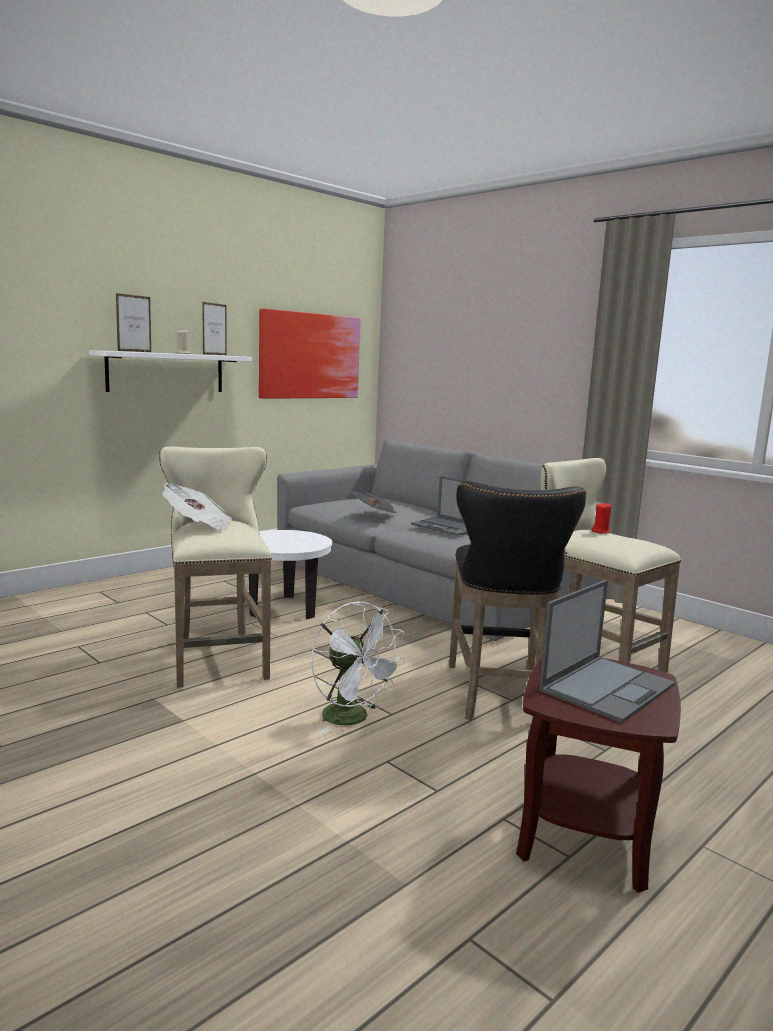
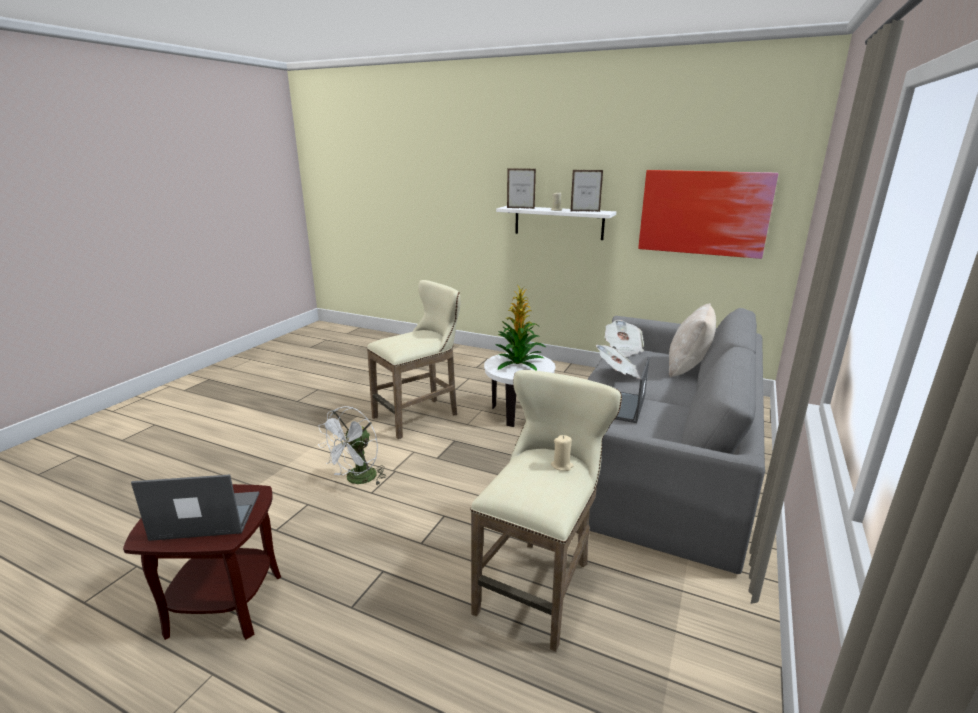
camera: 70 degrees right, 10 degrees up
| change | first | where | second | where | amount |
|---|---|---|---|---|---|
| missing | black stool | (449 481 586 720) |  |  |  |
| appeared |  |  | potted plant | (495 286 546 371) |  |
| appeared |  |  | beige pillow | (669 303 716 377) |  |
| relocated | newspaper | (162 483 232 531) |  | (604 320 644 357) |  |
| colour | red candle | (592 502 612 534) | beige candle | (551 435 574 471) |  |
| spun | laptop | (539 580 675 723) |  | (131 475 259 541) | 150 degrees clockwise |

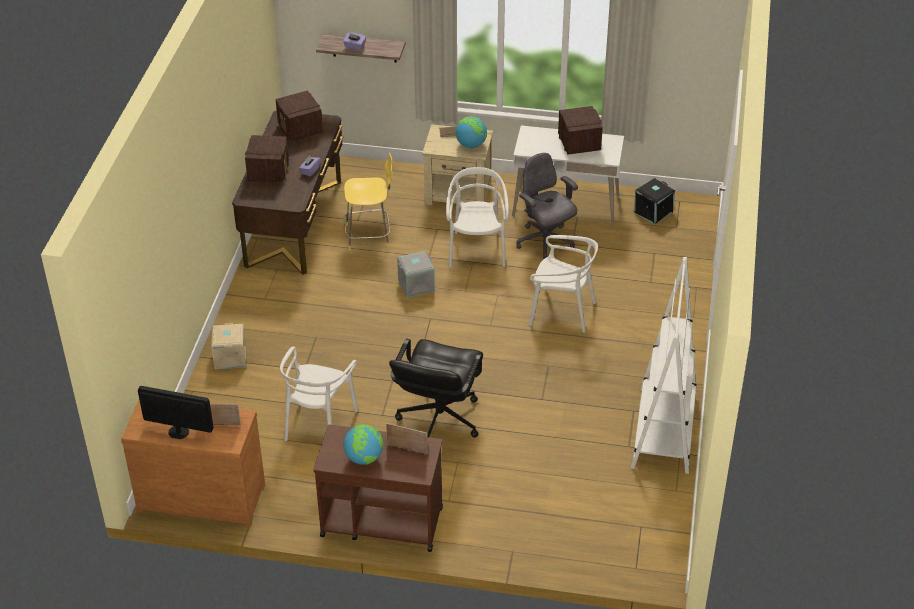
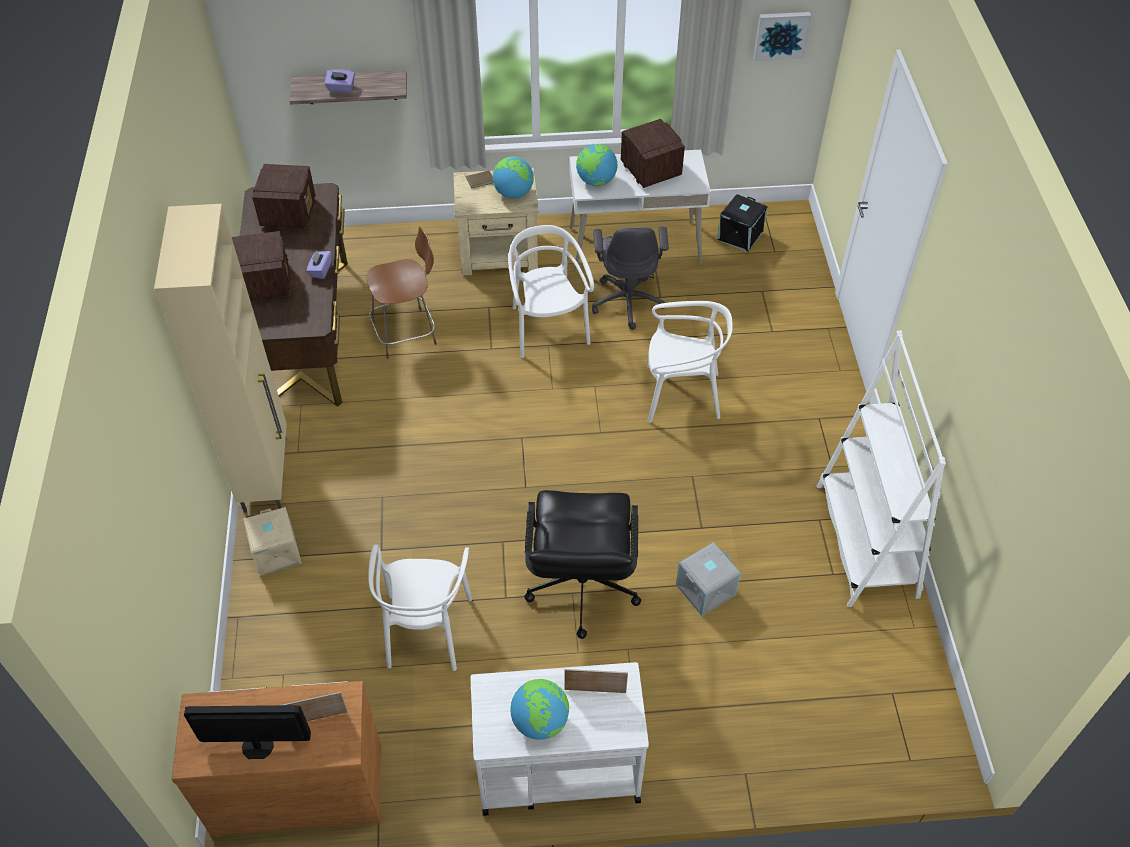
camera: 15 degrees left, 10 degrees up
| change | first | where | second | where | amount |
|---|---|---|---|---|---|
| appeared |  |  | beige cabinet | (154 204 287 512) |  |
| appeared |  |  | globe | (576 144 617 186) |  |
| appeared |  |  | picture | (753 12 811 61) |  |
| relocated | grey storage box | (397 251 435 298) |  | (676 542 741 616) |  |
| colour | brown cart | (314 425 443 552) | white cart | (470 662 649 816) |  |
| colour | yellow stool | (344 153 392 250) | brown stool | (366 227 437 359) |  |
| spun | radio | (276 90 323 141) |  | (252 164 316 228) | 135 degrees counterclockwise |
| spun | grey office chair | (516 153 578 259) |  | (592 227 668 330) | 135 degrees counterclockwise |

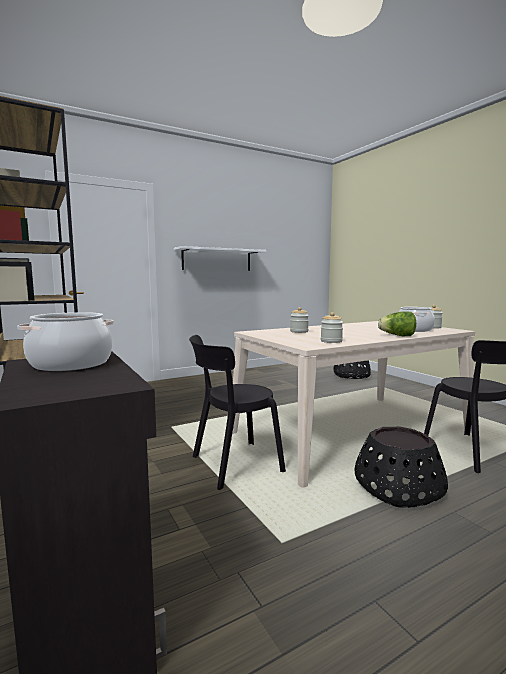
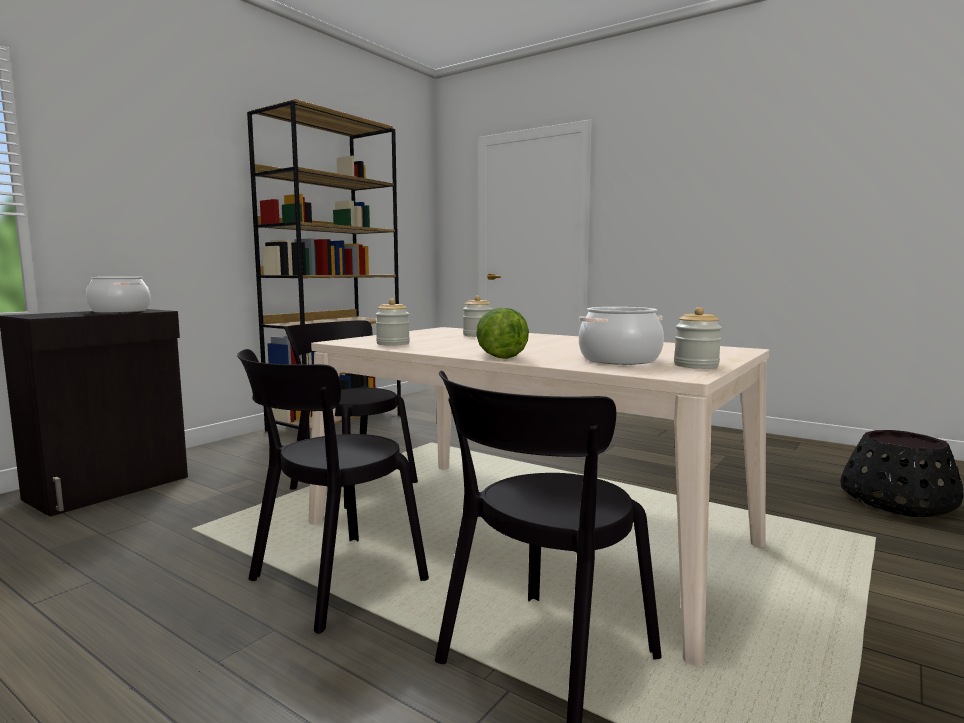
camera: 65 degrees right, 0 degrees up
| change | first | where | second | where | amount |
|---|---|---|---|---|---|
| missing | white shelf | (174 246 266 271) |  |  |  |
| exchanged | black planter | (355 427 448 508) | black chair | (237 349 429 634) |  |

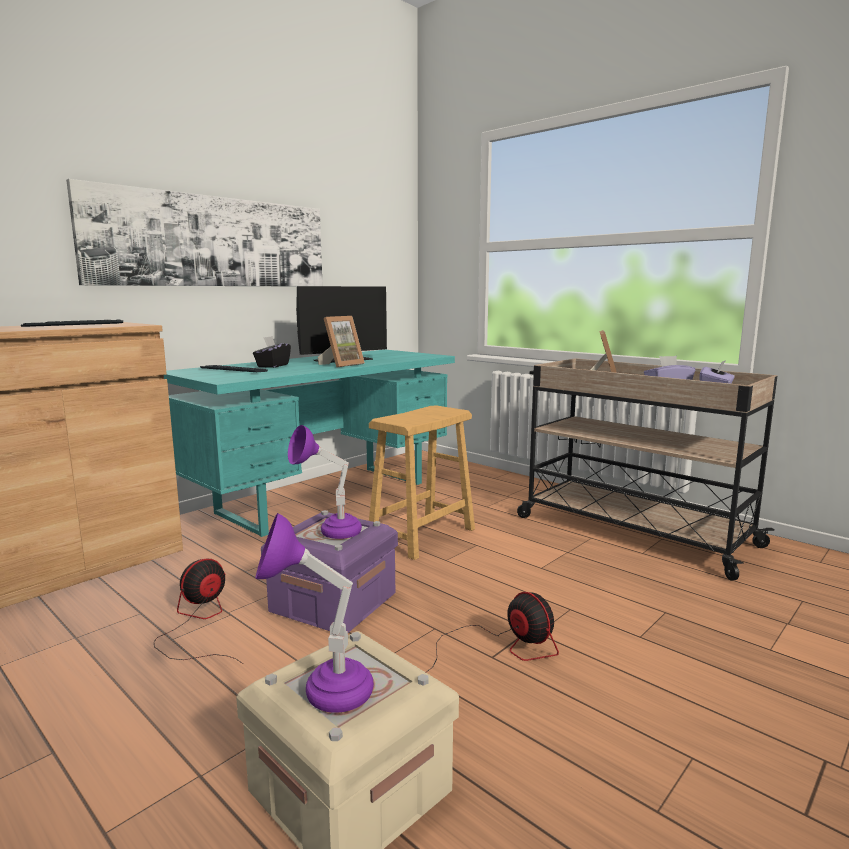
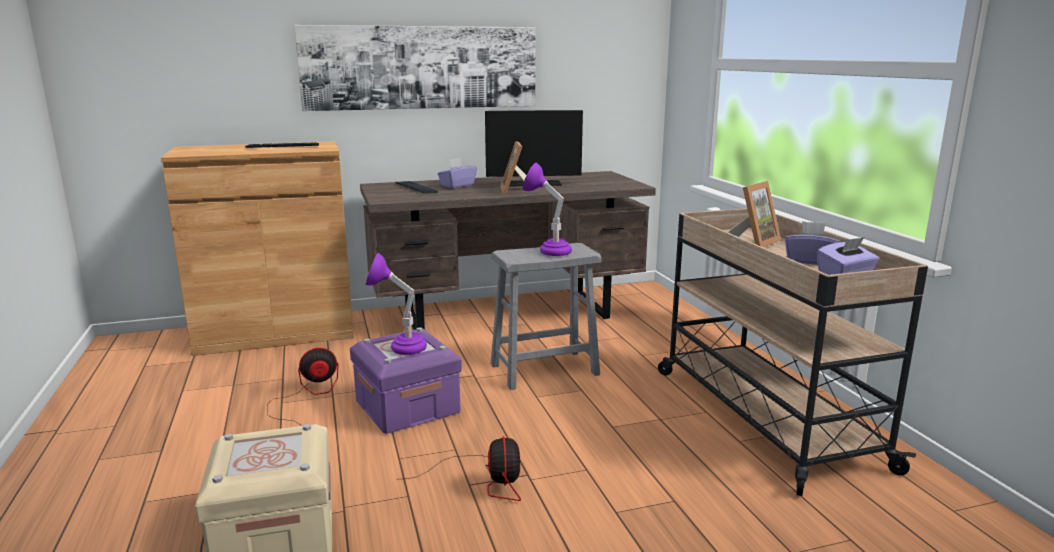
camera: 30 degrees right, 5 degrees up
| change | first | where | second | where | amount |
|---|---|---|---|---|---|
| relocated | purple table lamp | (255 513 374 713) |  | (523 163 572 256) |  |
| colour | turquoise desk | (164 350 455 537) | brown desk | (360 171 656 330) |  |
| colour | black tissue box | (253 336 291 368) | purple tissue box | (438 158 477 188) |  |
| colour | brown stool | (369 406 475 560) | grey stool | (491 243 602 390) |  |
| spun | picture frame | (317 316 365 368) |  | (500 141 526 194) | 105 degrees clockwise |

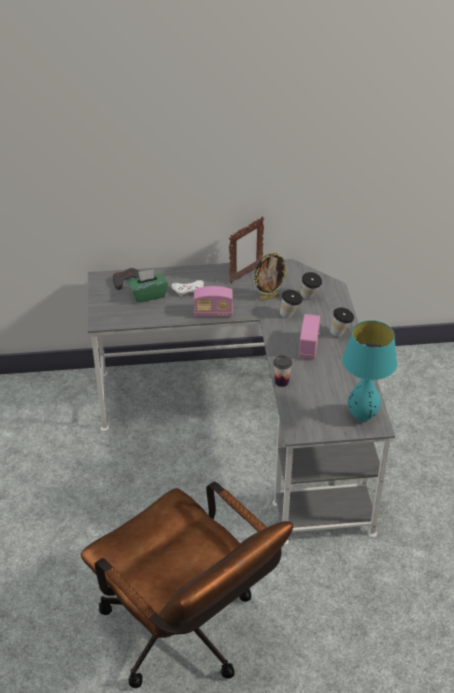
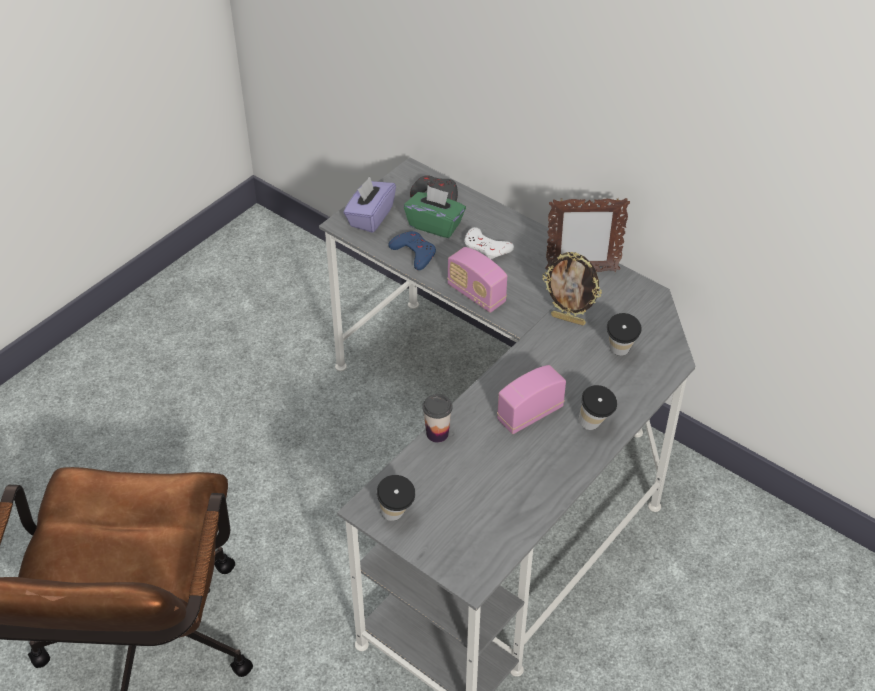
camera: 45 degrees right, 5 degrees up
| change | first | where | second | where | amount |
|---|---|---|---|---|---|
| missing | turquoise table lamp | (342 320 397 421) |  |  |  |
| appeared |  |  | purple tissue box | (343 176 396 233) |  |
| appeared |  |  | blue game controller | (388 231 436 270) |  |
| relocated | cup | (280 290 303 318) |  | (377 475 416 521) |  |

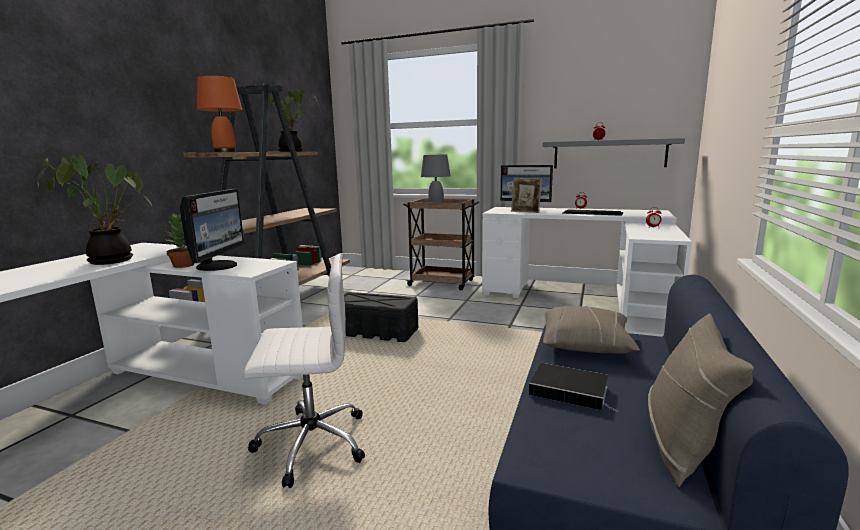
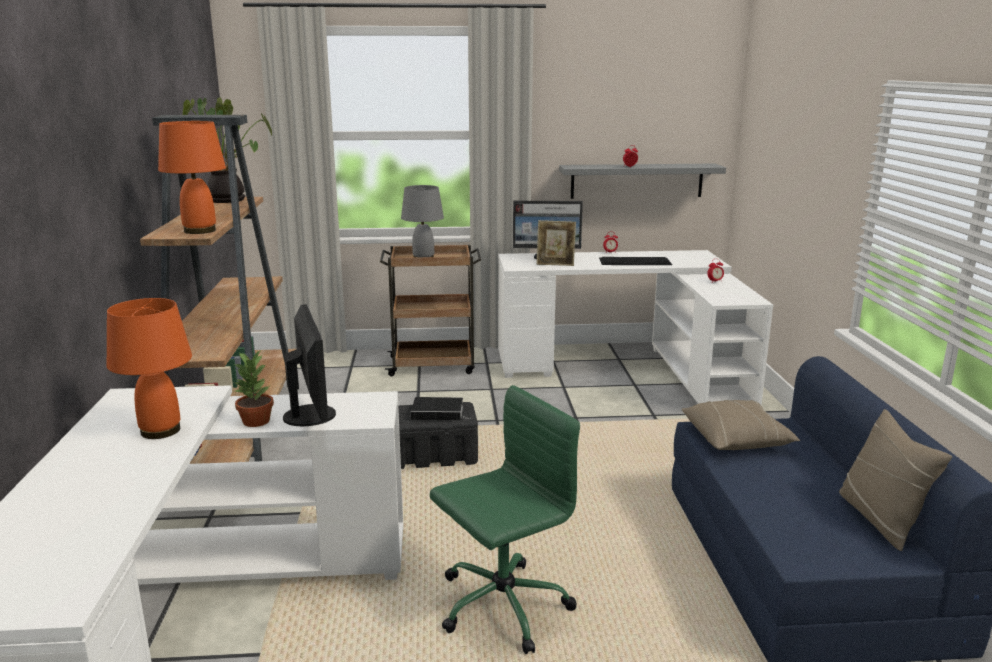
camera: 25 degrees left, 5 degrees up
| change | first | where | second | where | amount |
|---|---|---|---|---|---|
| relocated | book | (529 363 618 412) |  | (411 397 470 420) |  |
| exchanged | potted plant | (37 155 152 265) | orange table lamp | (107 298 192 439) |  |
| colour | white office chair | (244 253 365 488) | green office chair | (430 385 580 654) |  |

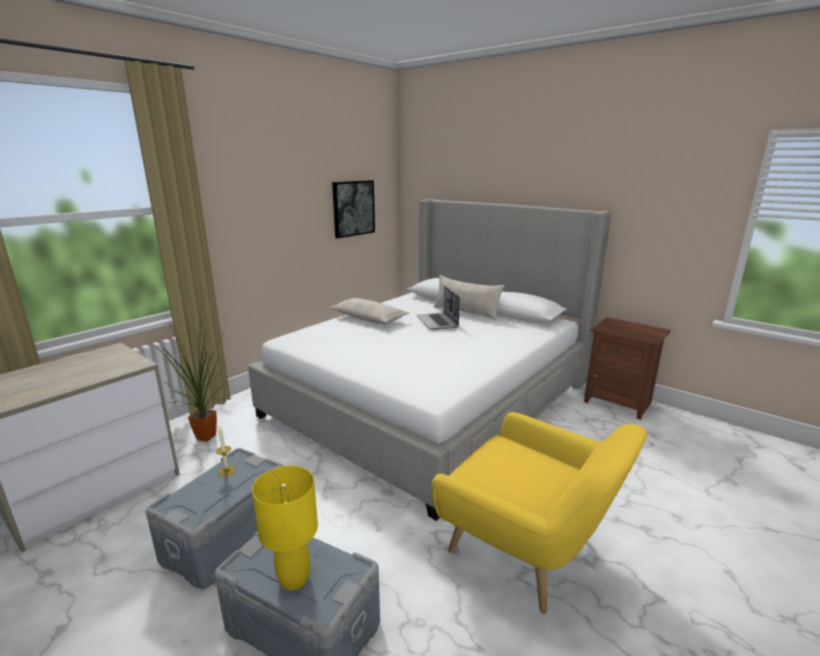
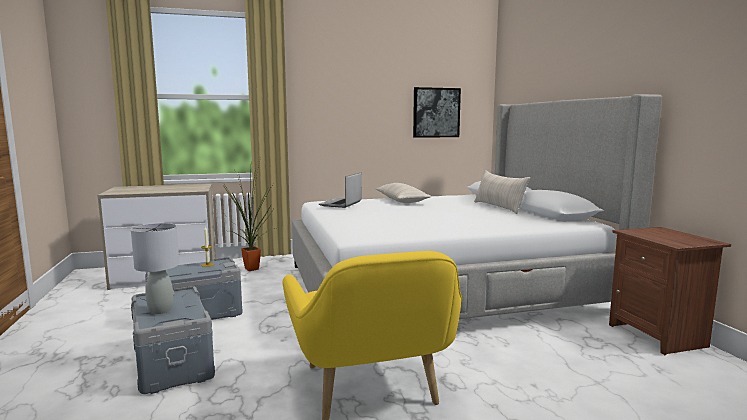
camera: 35 degrees right, 10 degrees down
| change | first | where | second | where | amount |
|---|---|---|---|---|---|
| relocated | laptop | (417 286 460 330) |  | (319 173 362 208) |  |
| colour | yellow table lamp | (252 466 318 590) | grey table lamp | (131 223 179 314) |  |

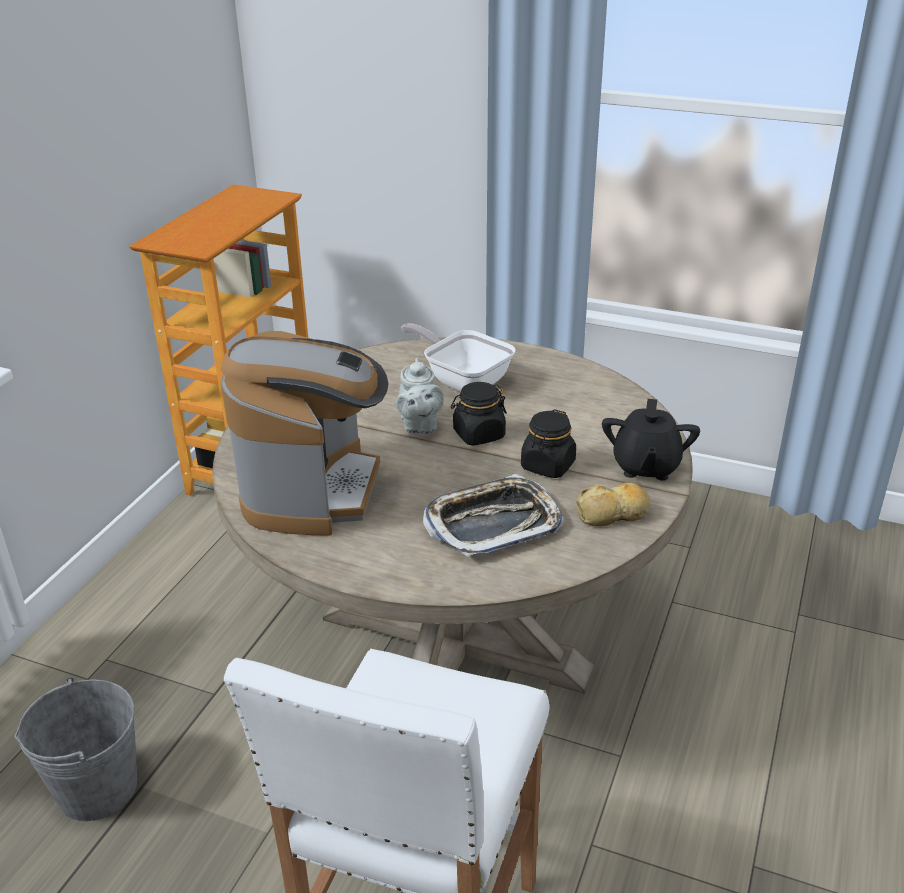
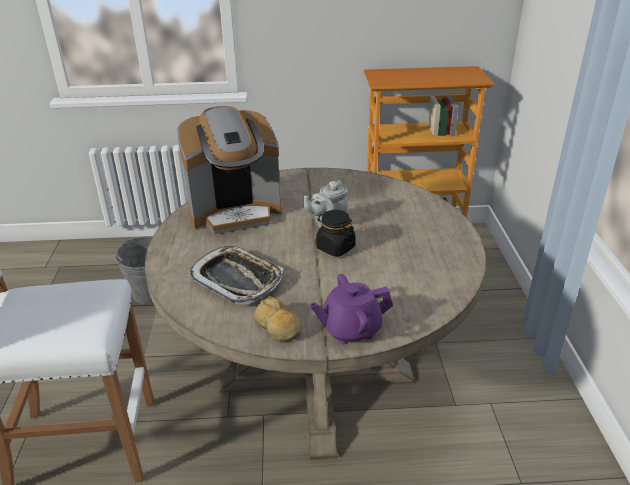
camera: 65 degrees right, 0 degrees up
| change | first | where | second | where | amount |
|---|---|---|---|---|---|
| missing | frying pan | (401 323 516 392) |  |  |  |
| missing | black jar | (521 409 576 478) |  |  |  |
| colour | black teapot | (602 399 700 481) | purple teapot | (310 274 393 344) |  |

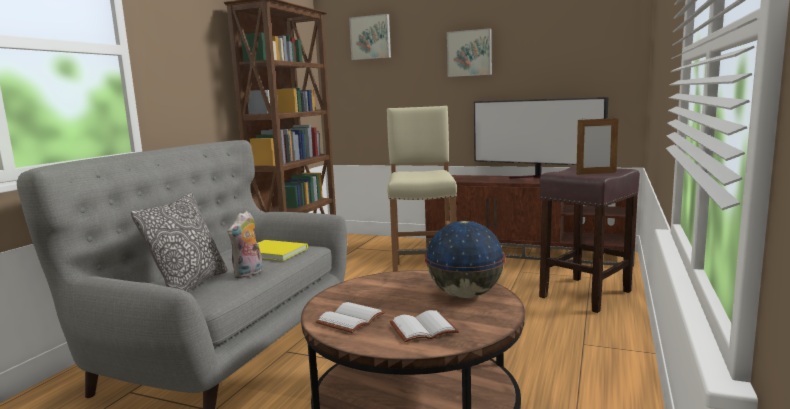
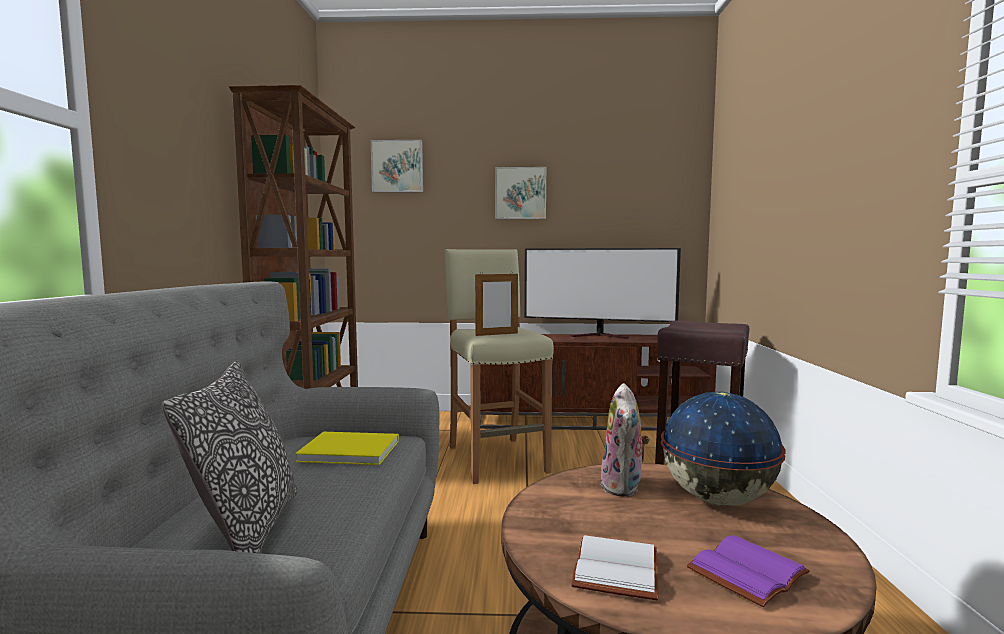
camera: 20 degrees left, 5 degrees down
| change | first | where | second | where | amount |
|---|---|---|---|---|---|
| relocated | plush toy | (227 211 263 279) |  | (600 383 650 497) |  |
| relocated | picture frame | (576 116 619 175) |  | (475 272 518 336) |  |
| colour | white book | (390 310 459 342) | purple book | (687 535 810 607) |  |

